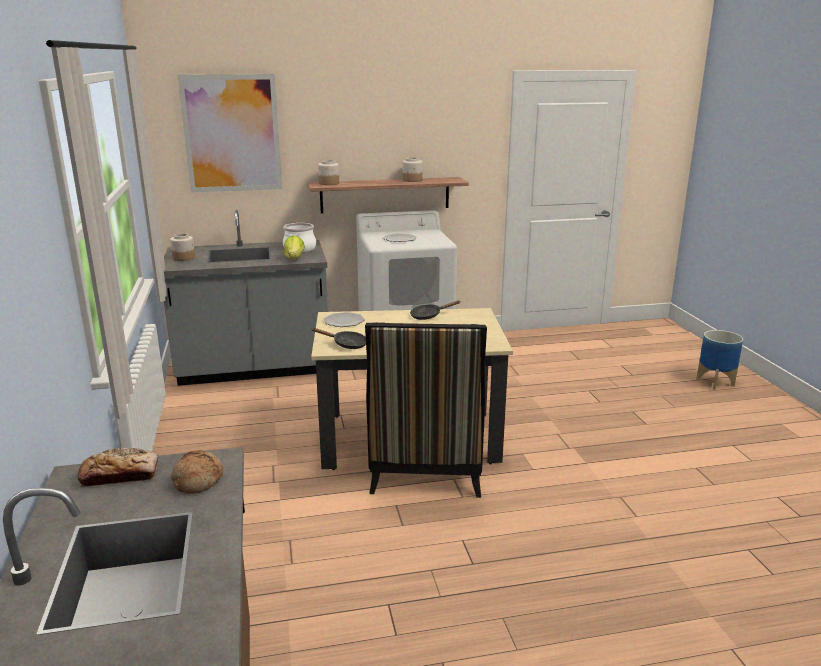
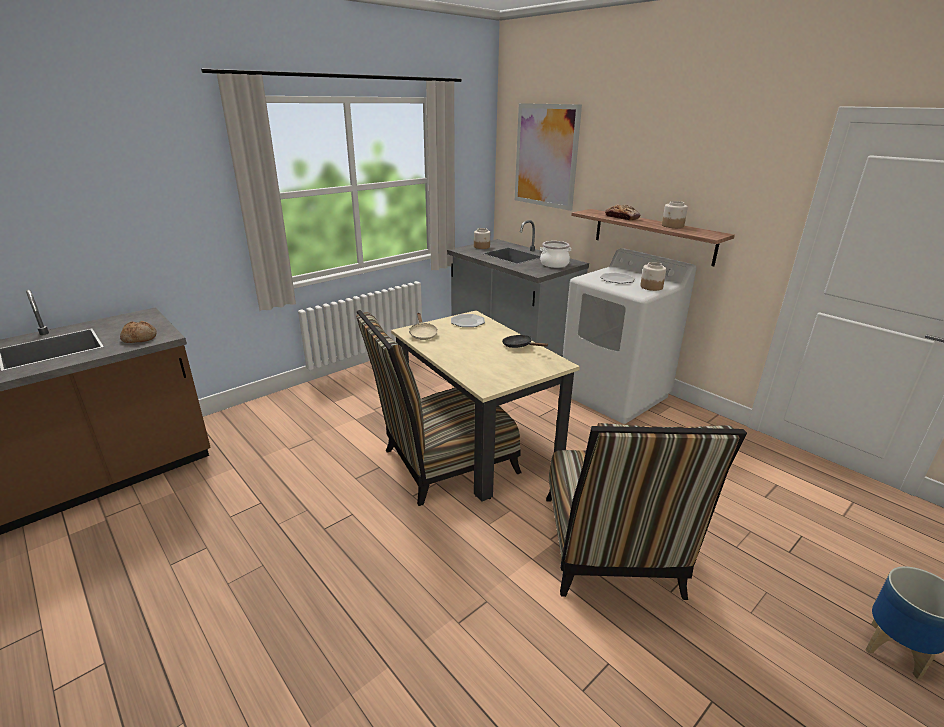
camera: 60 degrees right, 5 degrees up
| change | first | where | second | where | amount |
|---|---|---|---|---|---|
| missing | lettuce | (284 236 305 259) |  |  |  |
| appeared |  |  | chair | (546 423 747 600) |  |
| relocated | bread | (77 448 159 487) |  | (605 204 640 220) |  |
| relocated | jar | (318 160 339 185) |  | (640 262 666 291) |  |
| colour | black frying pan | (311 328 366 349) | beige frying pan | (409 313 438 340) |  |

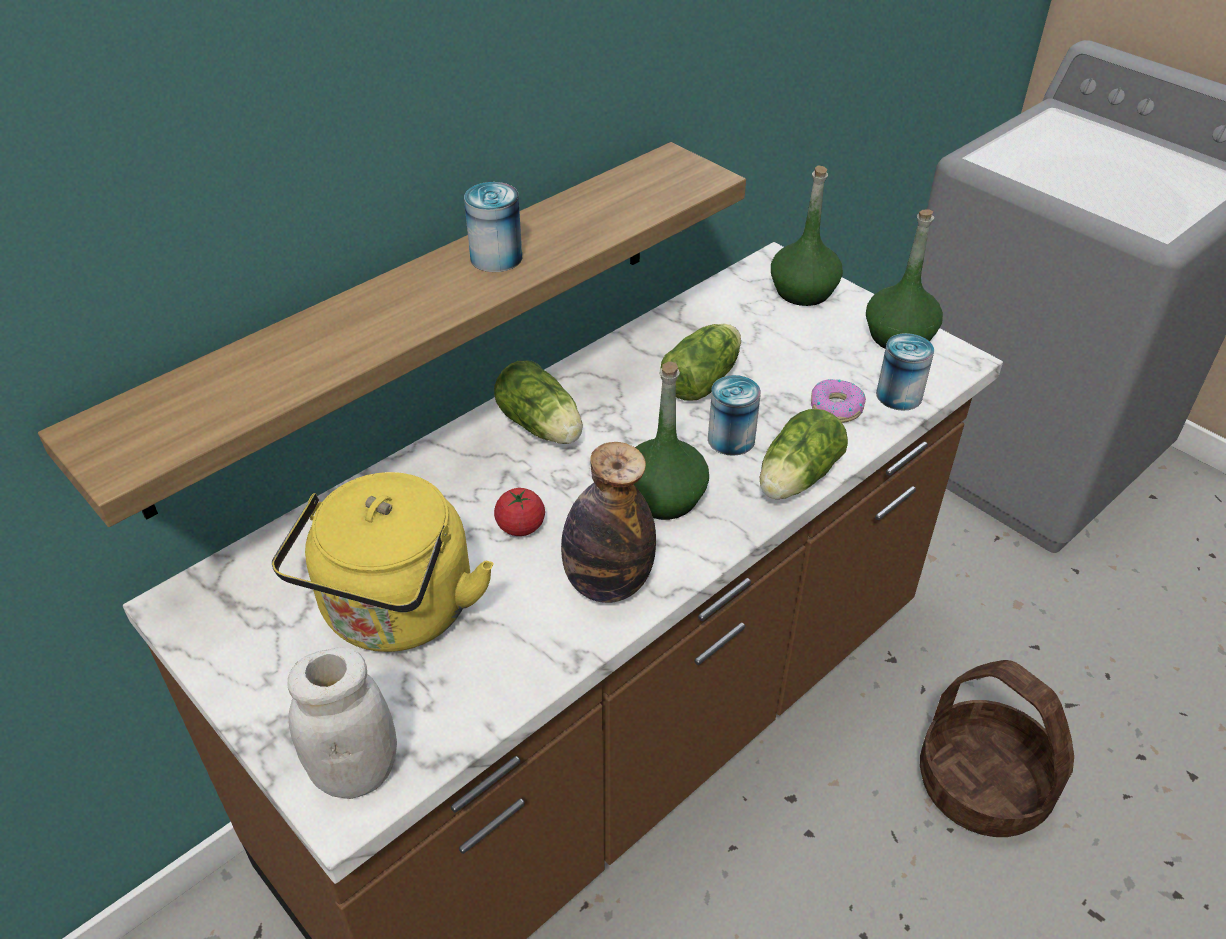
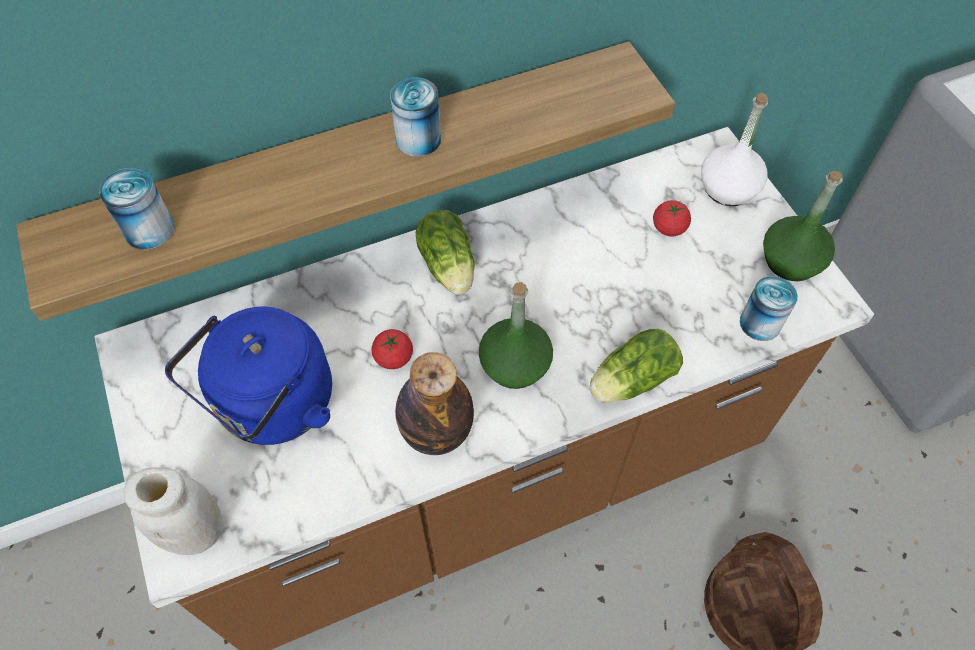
camera: 20 degrees right, 15 degrees up
| change | first | where | second | where | amount |
|---|---|---|---|---|---|
| missing | lettuce | (660 323 741 401) |  |  |  |
| missing | donut | (811 379 866 423) |  |  |  |
| appeared |  |  | tomato | (653 200 691 236) |  |
| relocated | can | (708 375 761 456) |  | (99 168 175 250) |  |
| colour | yellow kettle | (272 472 494 652) | blue kettle | (165 307 332 445) |  |
| colour | green bottle | (771 165 843 306) | white bottle | (701 93 768 206) |  |

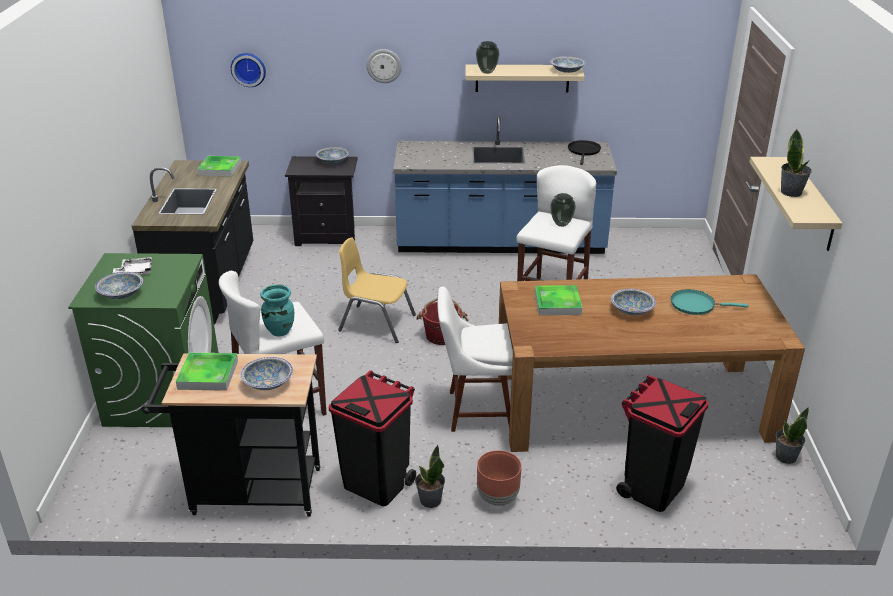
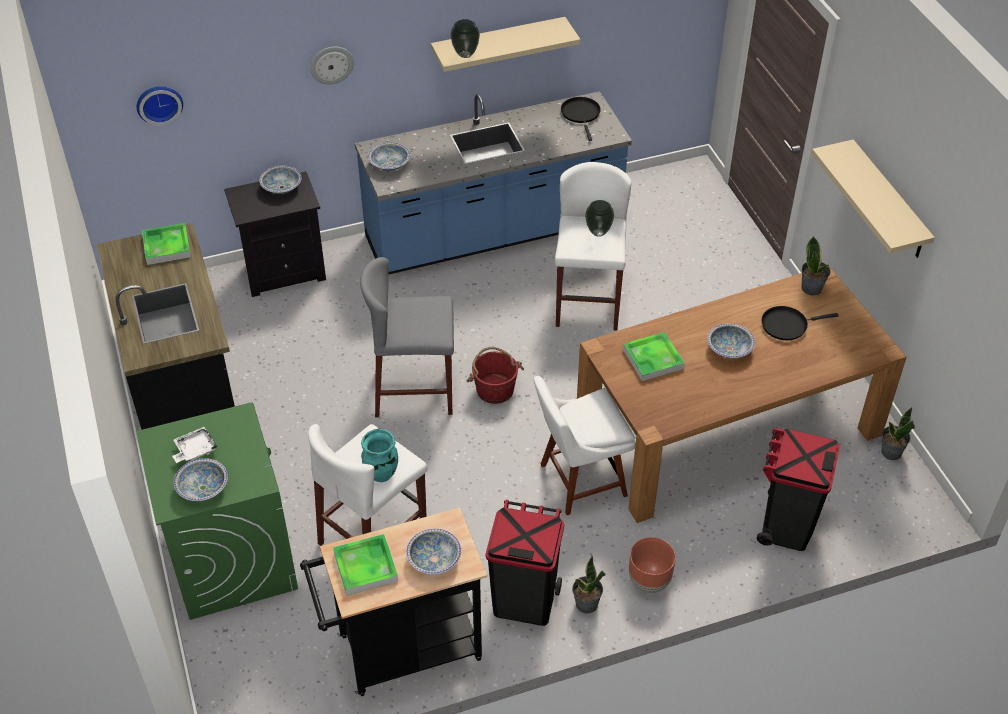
camera: 20 degrees left, 15 degrees up
| change | first | where | second | where | amount |
|---|---|---|---|---|---|
| relocated | bowl | (550 56 586 73) |  | (368 142 410 171) |  |
| relocated | potted plant | (781 129 812 197) |  | (801 236 831 296) |  |
| exchanged | yellow chair | (338 237 416 343) | grey stool | (360 257 454 417) |  |
| colour | turquoise frying pan | (671 289 748 315) | black frying pan | (761 306 839 340) |  |

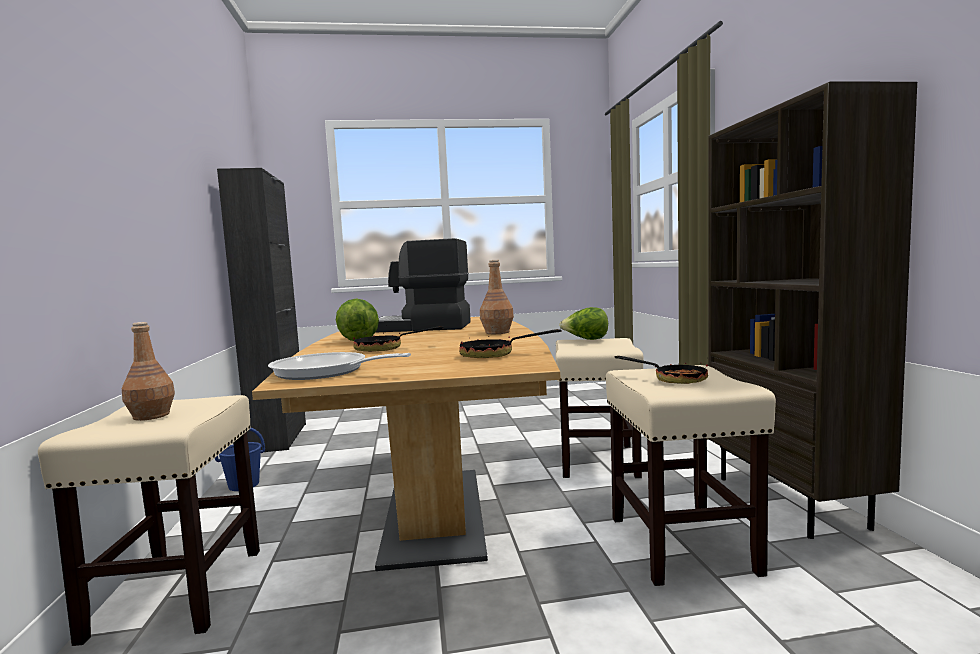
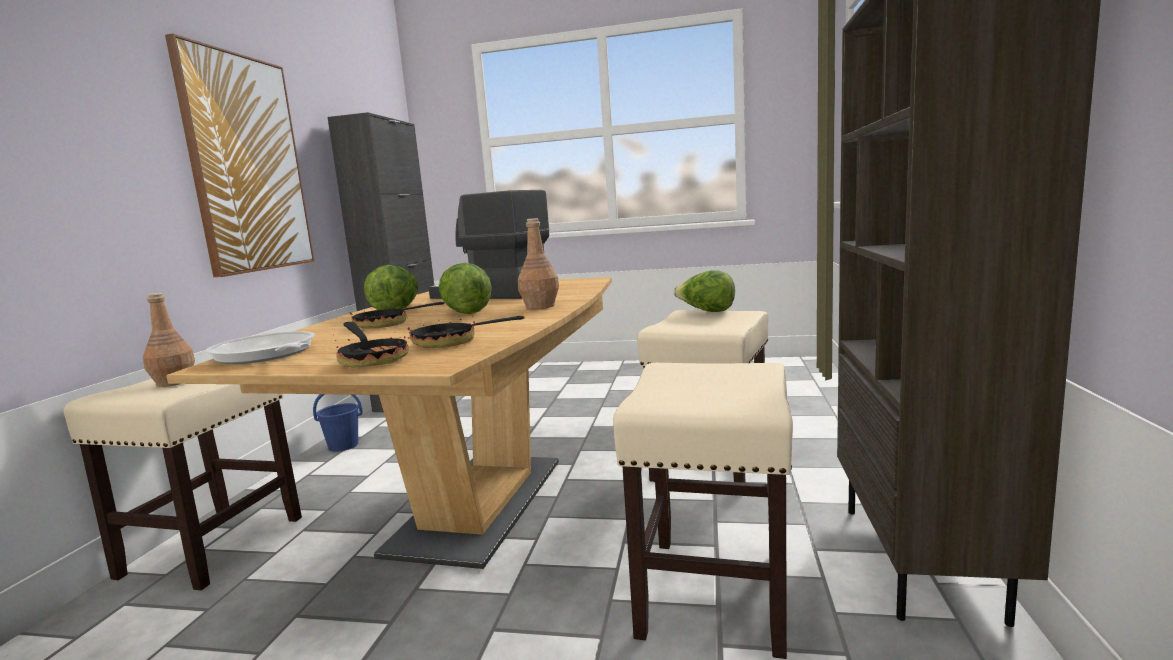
camera: 20 degrees right, 5 degrees up
| change | first | where | second | where | amount |
|---|---|---|---|---|---|
| appeared |  |  | picture | (165 33 314 278) |  |
| appeared |  |  | lettuce | (439 263 492 314) |  |
| relocated | frying pan | (615 356 708 384) |  | (335 322 410 367) |  |

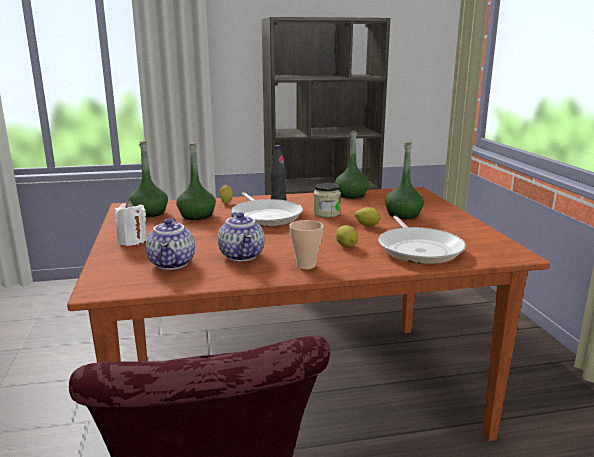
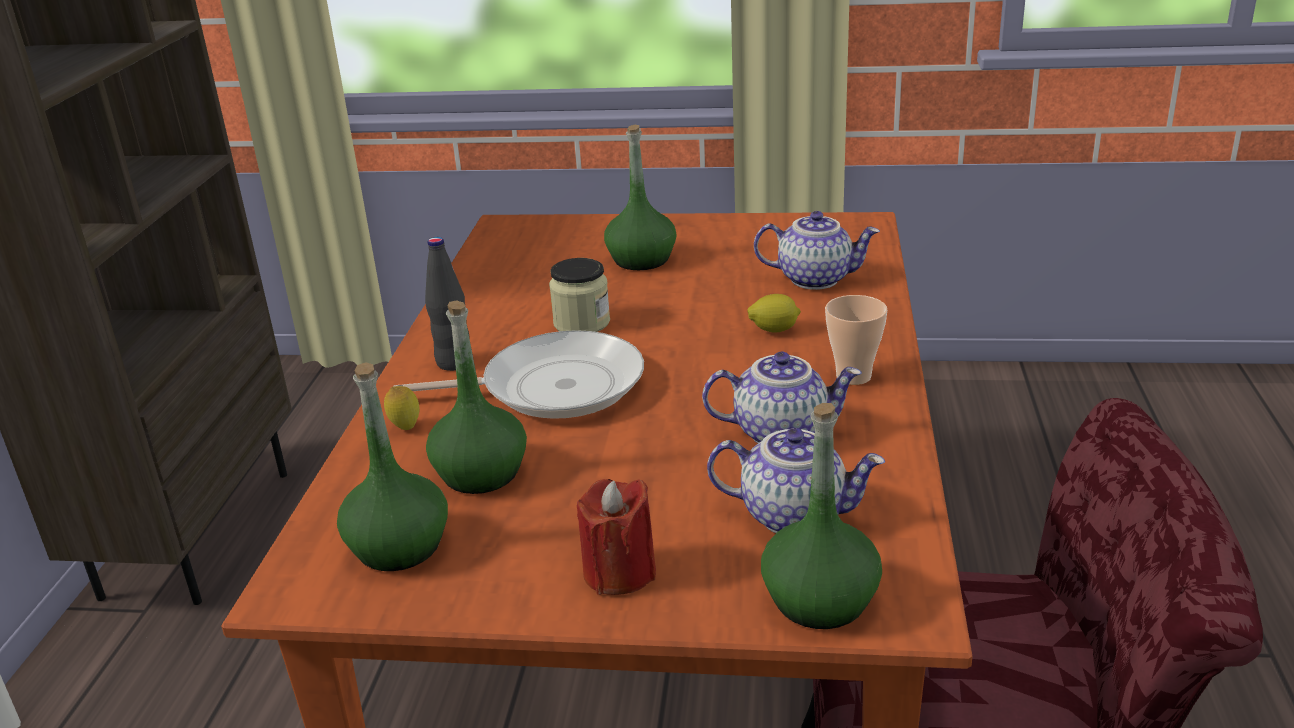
camera: 70 degrees left, 10 degrees up
| change | first | where | second | where | amount |
|---|---|---|---|---|---|
| missing | lemon | (355 207 381 227) |  |  |  |
| relocated | green bottle | (335 130 369 199) |  | (761 403 882 629) |  |
| exchanged | frying pan | (379 216 466 264) | teapot | (754 211 880 290) |  |
| colour | white candle | (114 201 147 246) | red candle | (577 479 656 595) |  |

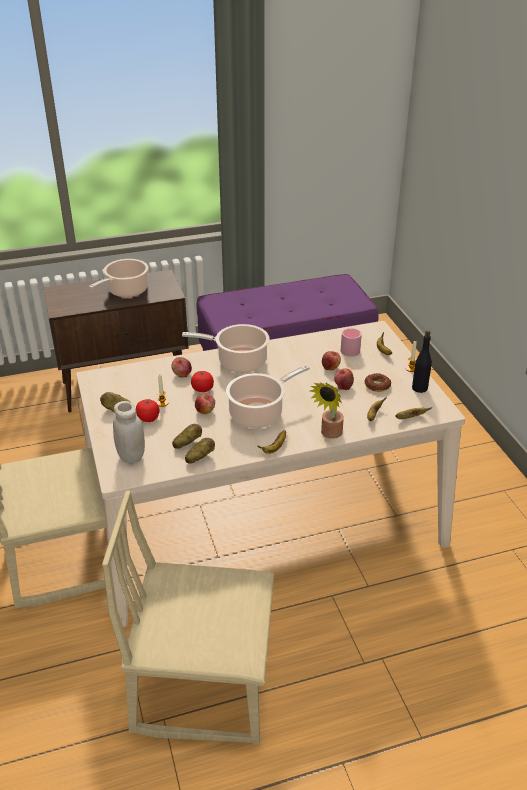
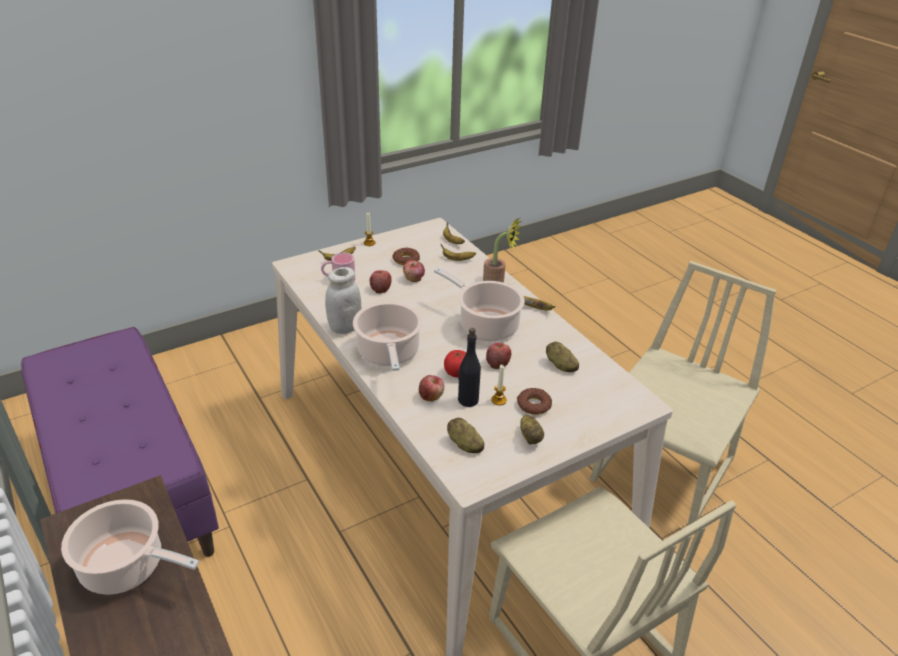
camera: 105 degrees left, 0 degrees up
| change | first | where | second | where | amount |
|---|---|---|---|---|---|
| relocated | white jar | (113 401 145 463) |  | (325 267 362 334) |  |
| relocated | potato | (185 438 215 464) |  | (447 417 484 453) |  |
| relocated | black bottle | (412 330 432 393) |  | (458 328 481 407) |  |
| exchanged | tomato | (136 399 160 422) | donut | (517 388 552 415) |  |
| spun | beige chair | (102 491 274 744) |  | (590 261 776 526) | 135 degrees counterclockwise |

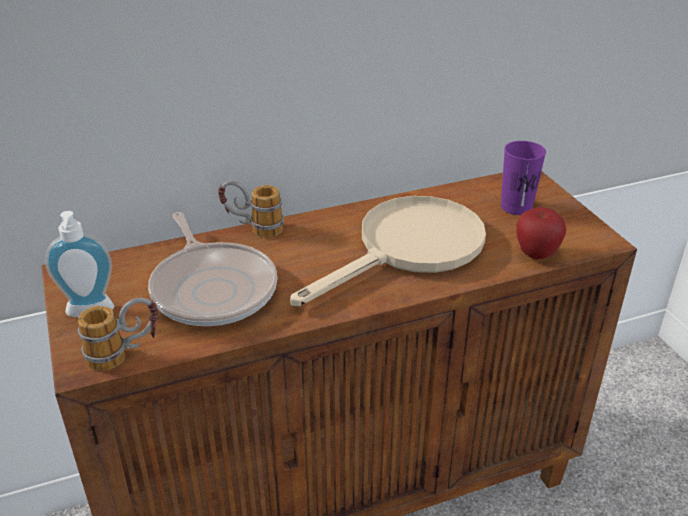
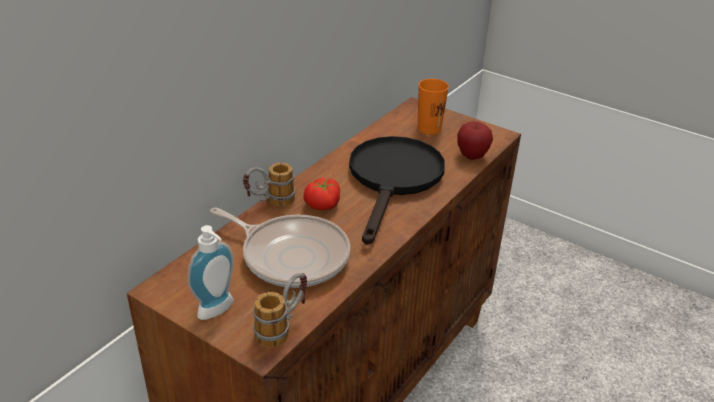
camera: 35 degrees left, 0 degrees up
| change | first | where | second | where | amount |
|---|---|---|---|---|---|
| appeared |  |  | tomato | (303 178 340 210) |  |
| colour | beige frying pan | (290 196 486 306) | black frying pan | (349 136 445 245) |  |
| colour | purple cup | (501 141 546 215) | orange cup | (418 79 449 135) |  |

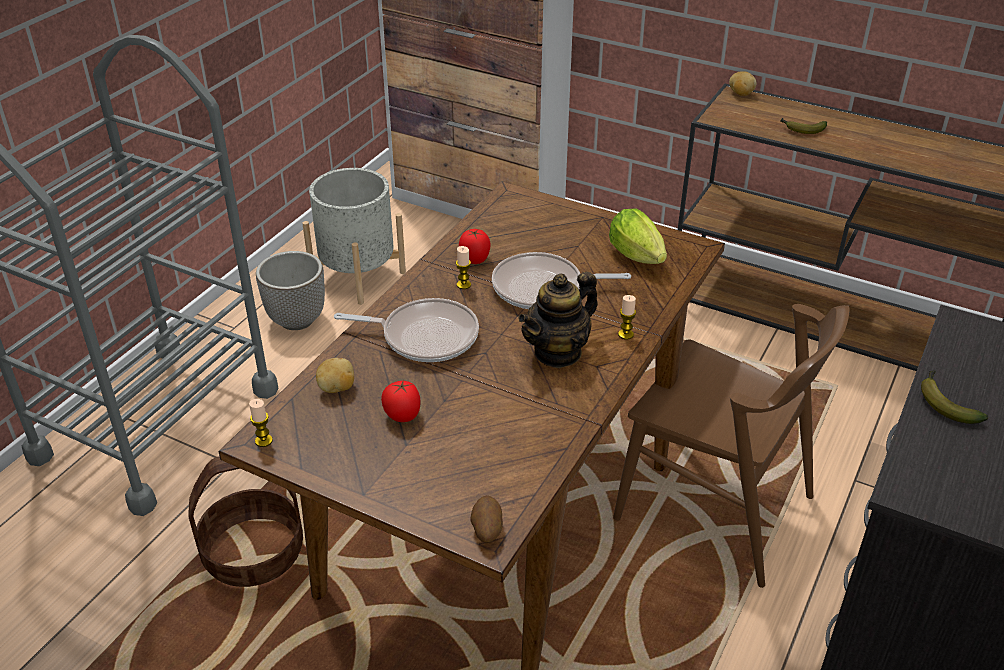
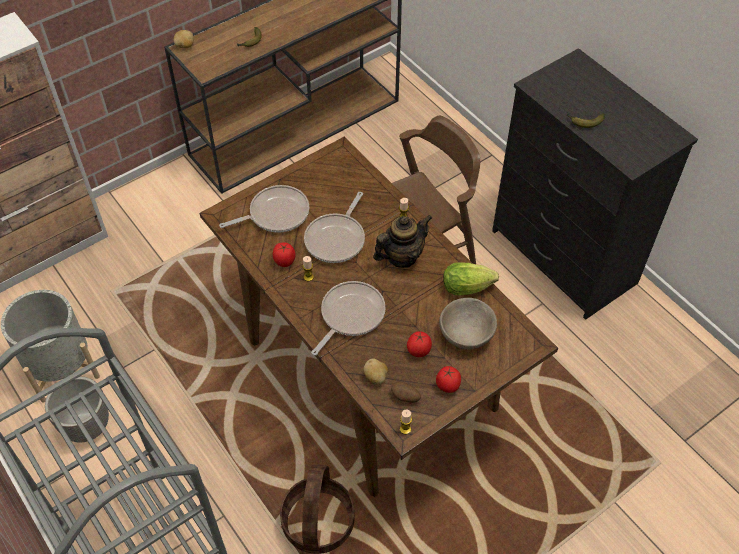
camera: 65 degrees left, 15 degrees up
| change | first | where | second | where | amount |
|---|---|---|---|---|---|
| appeared |  |  | frying pan | (219 185 309 233) |  |
| appeared |  |  | tomato | (436 366 461 393) |  |
| appeared |  |  | beige bowl | (439 298 497 350) |  |
| relocated | potato | (470 495 503 543) |  | (391 382 421 403) |  |
| relocated | lettuce | (609 208 667 264) |  | (443 262 499 295) |  |
| spun | teapot | (518 272 598 368) |  | (373 215 432 268) | 105 degrees counterclockwise |

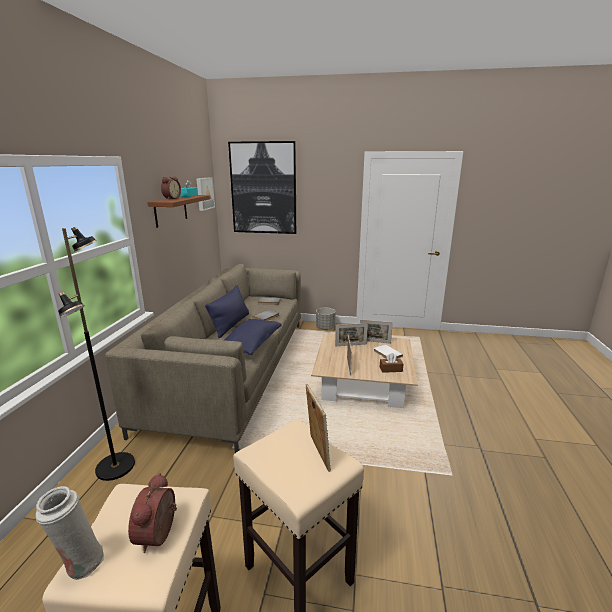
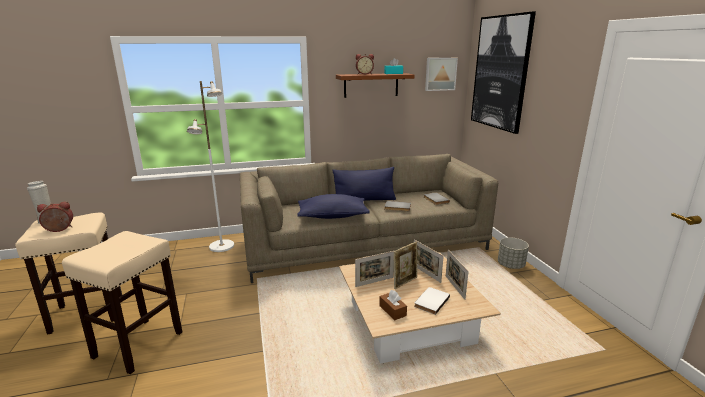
camera: 65 degrees right, 0 degrees up
| change | first | where | second | where | amount |
|---|---|---|---|---|---|
| relocated | picture frame | (306 384 331 472) |  | (393 242 417 289) |  |
| colour | black floor lamp | (58 227 135 481) | white floor lamp | (187 81 234 252) |  |

